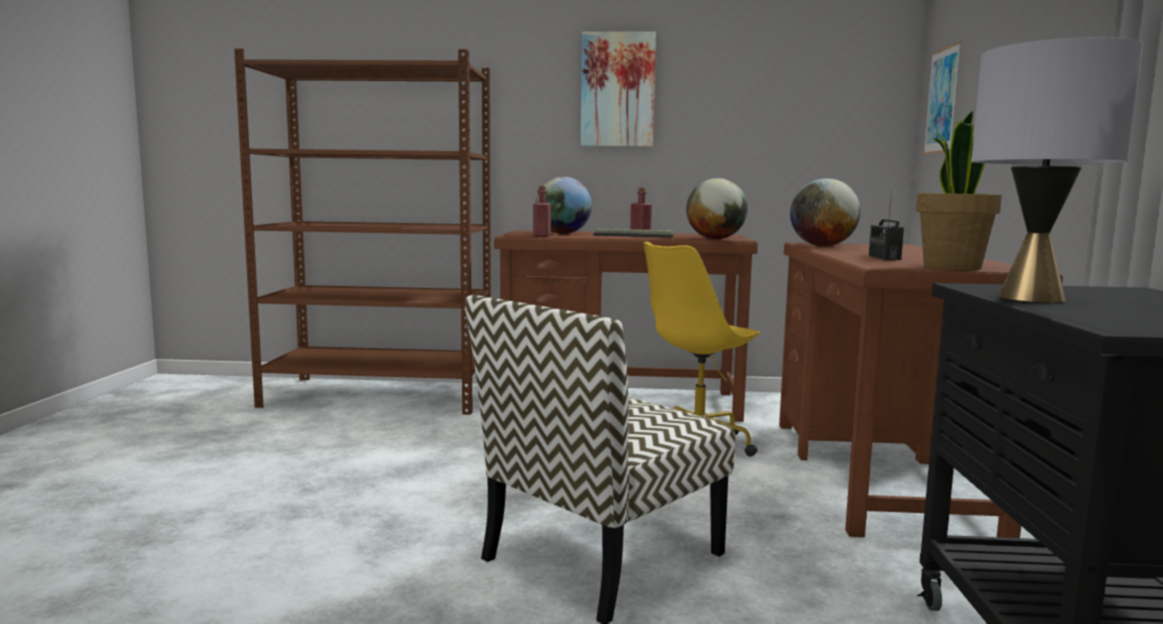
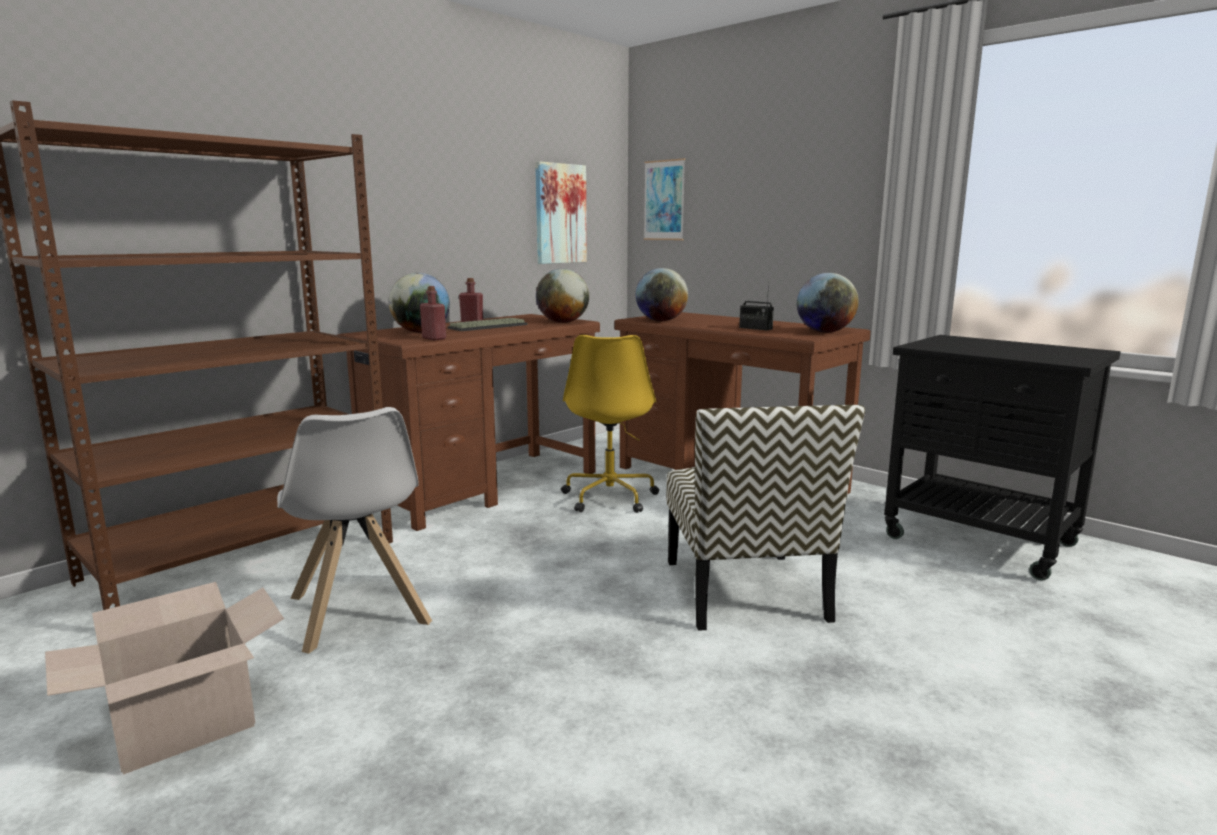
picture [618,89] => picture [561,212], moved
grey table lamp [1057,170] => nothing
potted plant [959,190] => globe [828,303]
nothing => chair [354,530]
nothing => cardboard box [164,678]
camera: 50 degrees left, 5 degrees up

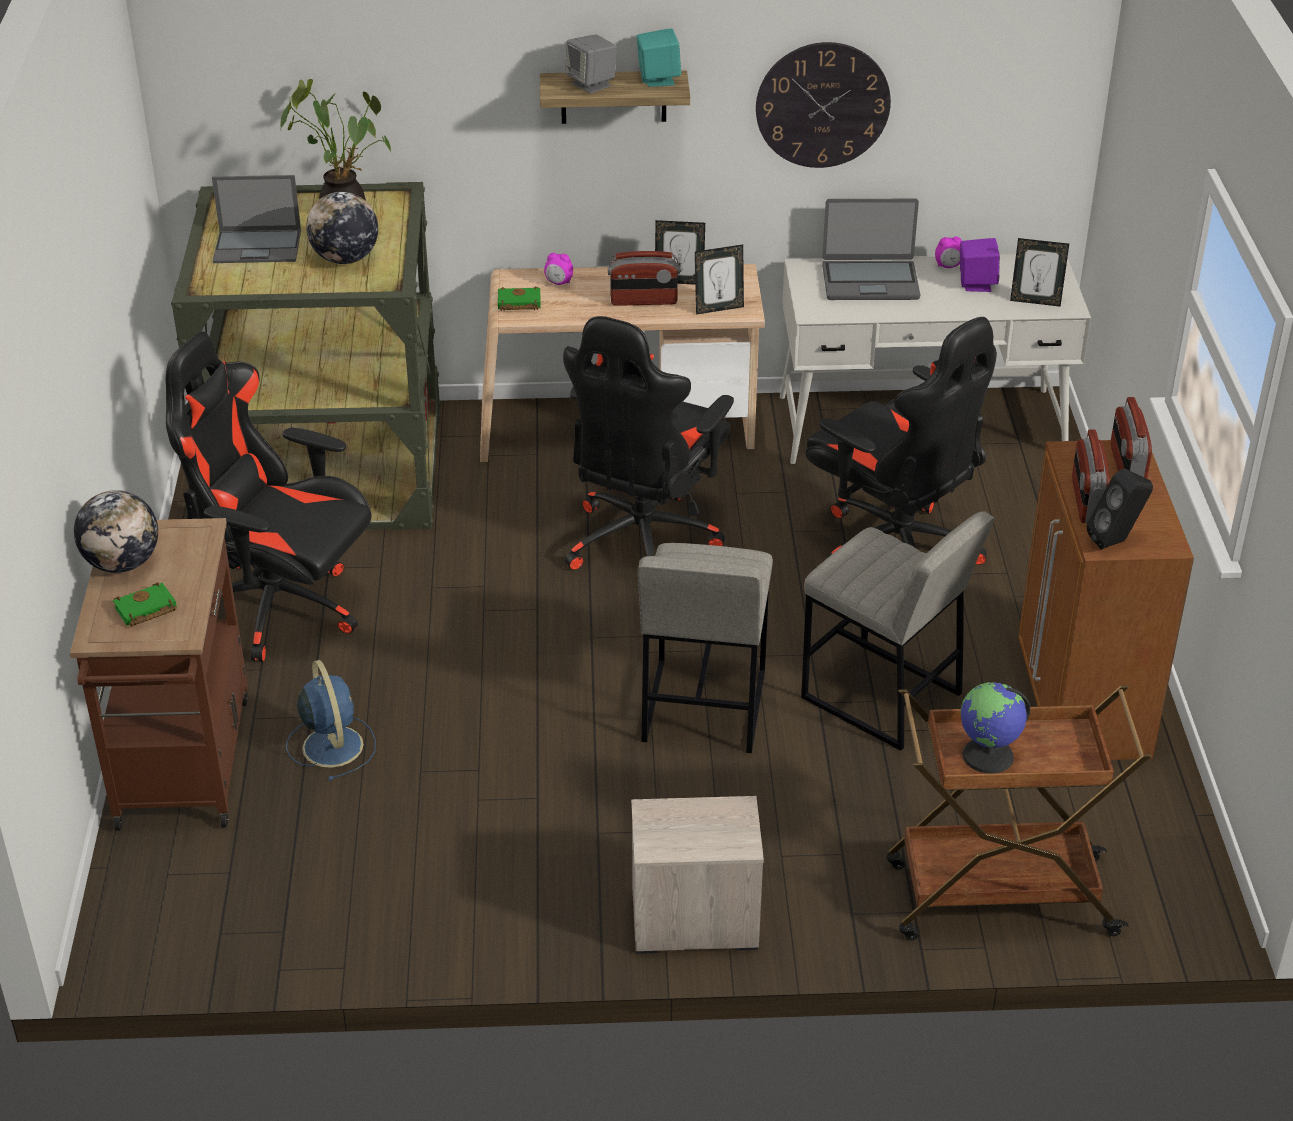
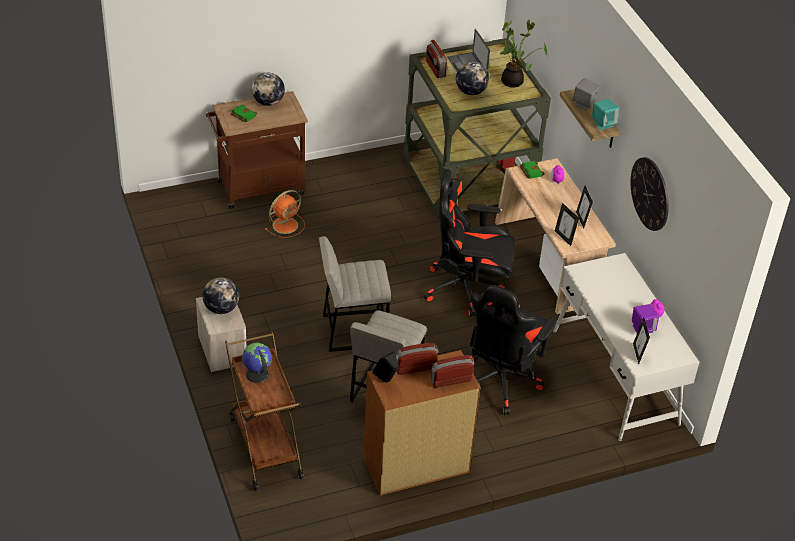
laptop [871,249] => nothing
radio [644,278] => radio [436,59], moved
black office chair [269,497] => nothing
blue fan [331,720] => orange fan [285,214]
nothing => globe [220,295]
camera: 70 degrees right, 5 degrees up

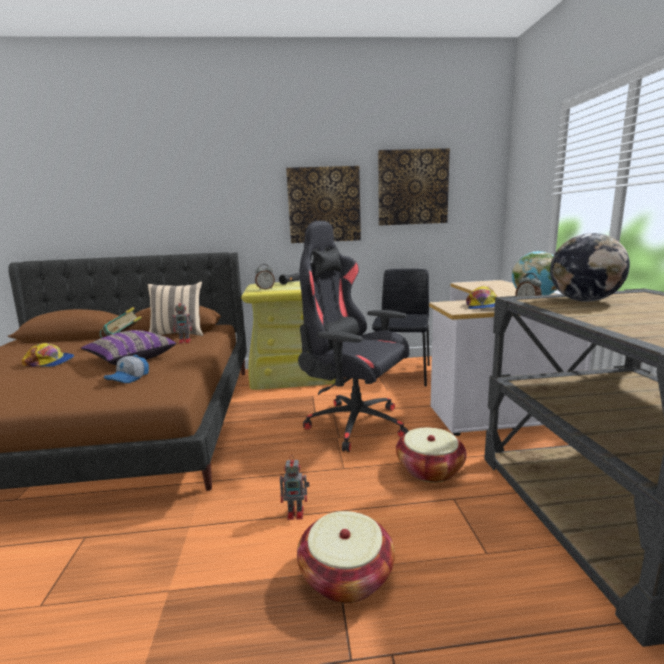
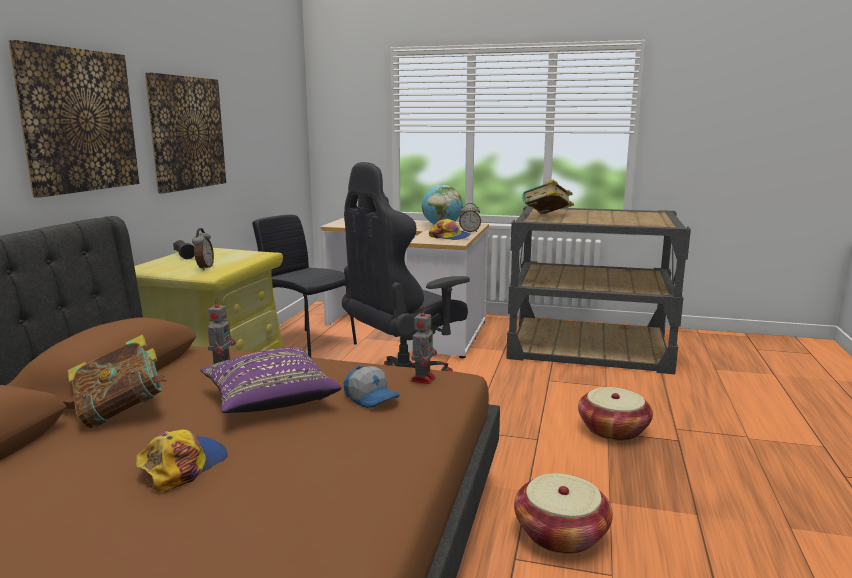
picture [414,187] => picture [73,118], moved
globe [590,267] => book [548,197]
beige pillow [175,309] => nothing
basket [431,455] => basket [563,513], moved
toy robot [295,487] => toy robot [423,345], moved
camera: 70 degrees left, 0 degrees up

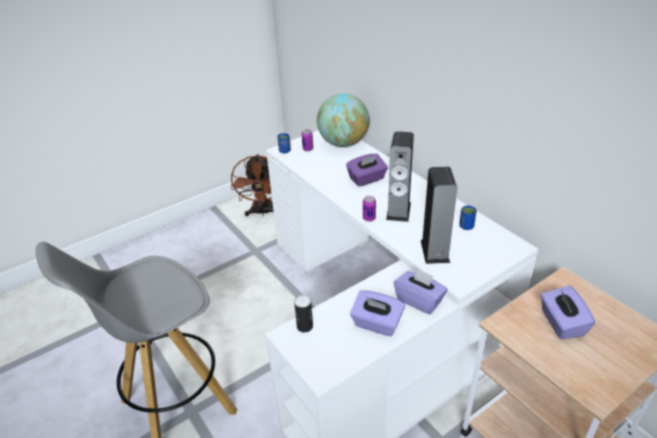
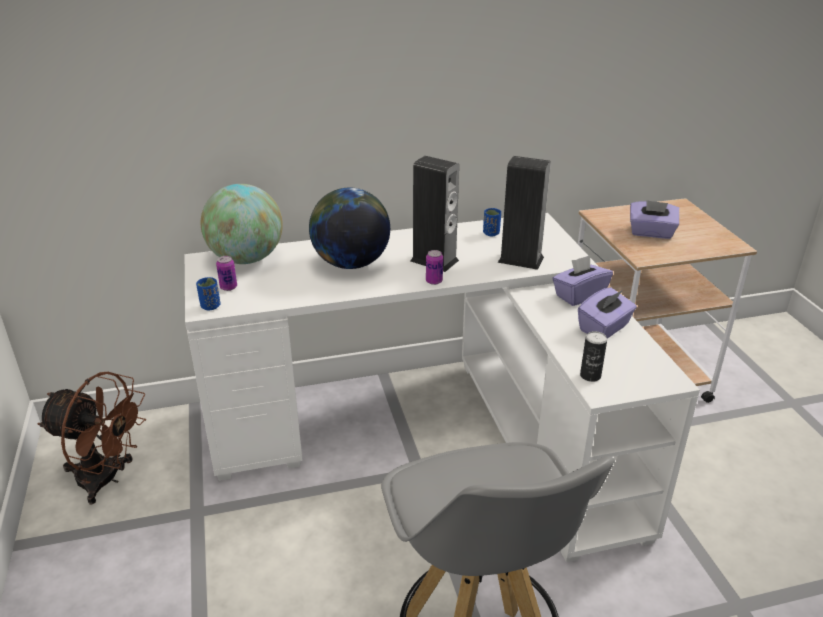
purple tissue box [367,170] => globe [349,228]
camera: 70 degrees left, 5 degrees down

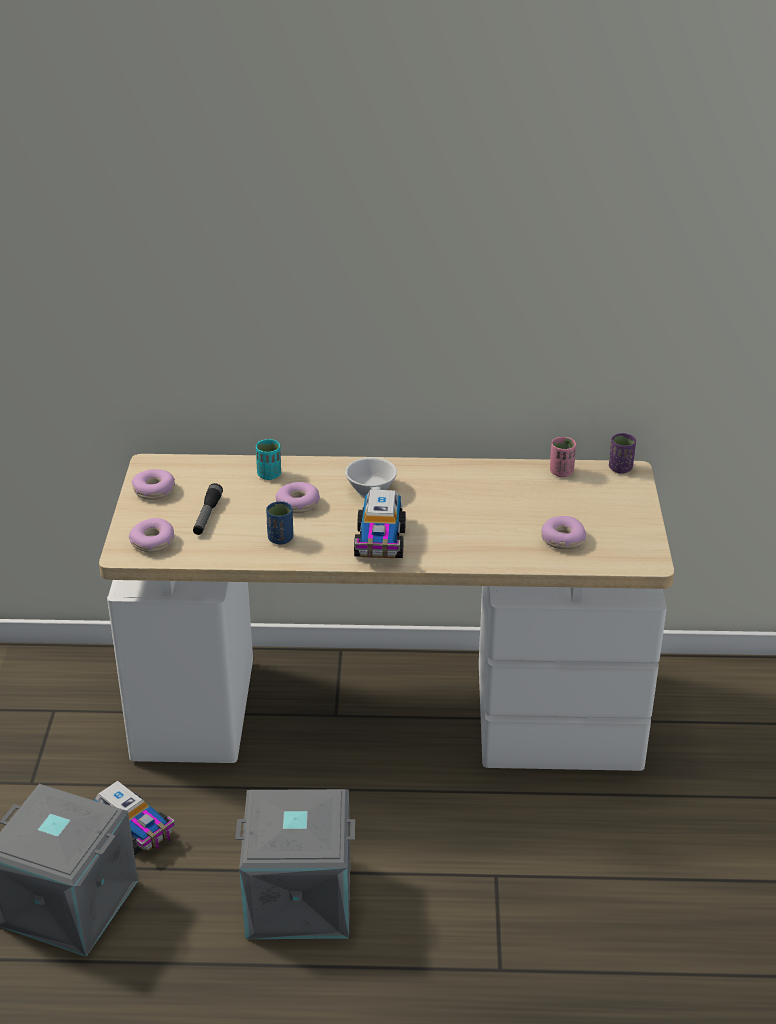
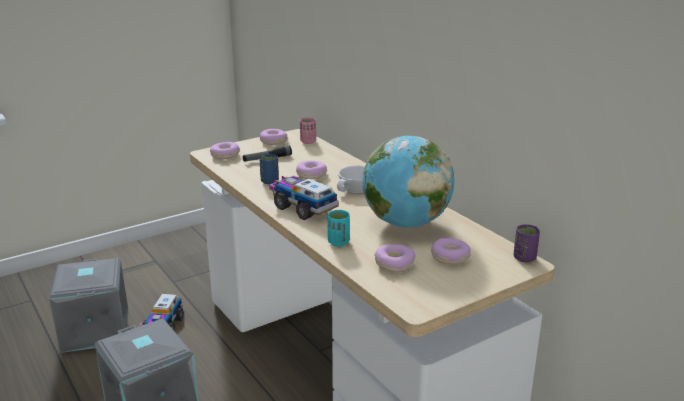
pink cup [563,457] => pink cup [308,131], moved
turquoise cup [268,459] => turquoise cup [339,228], moved
toy truck [380,525] => toy truck [304,197], 75 degrees clockwise
nothing => globe [408,181]
nothing => donut [451,251]
camera: 55 degrees right, 10 degrees down

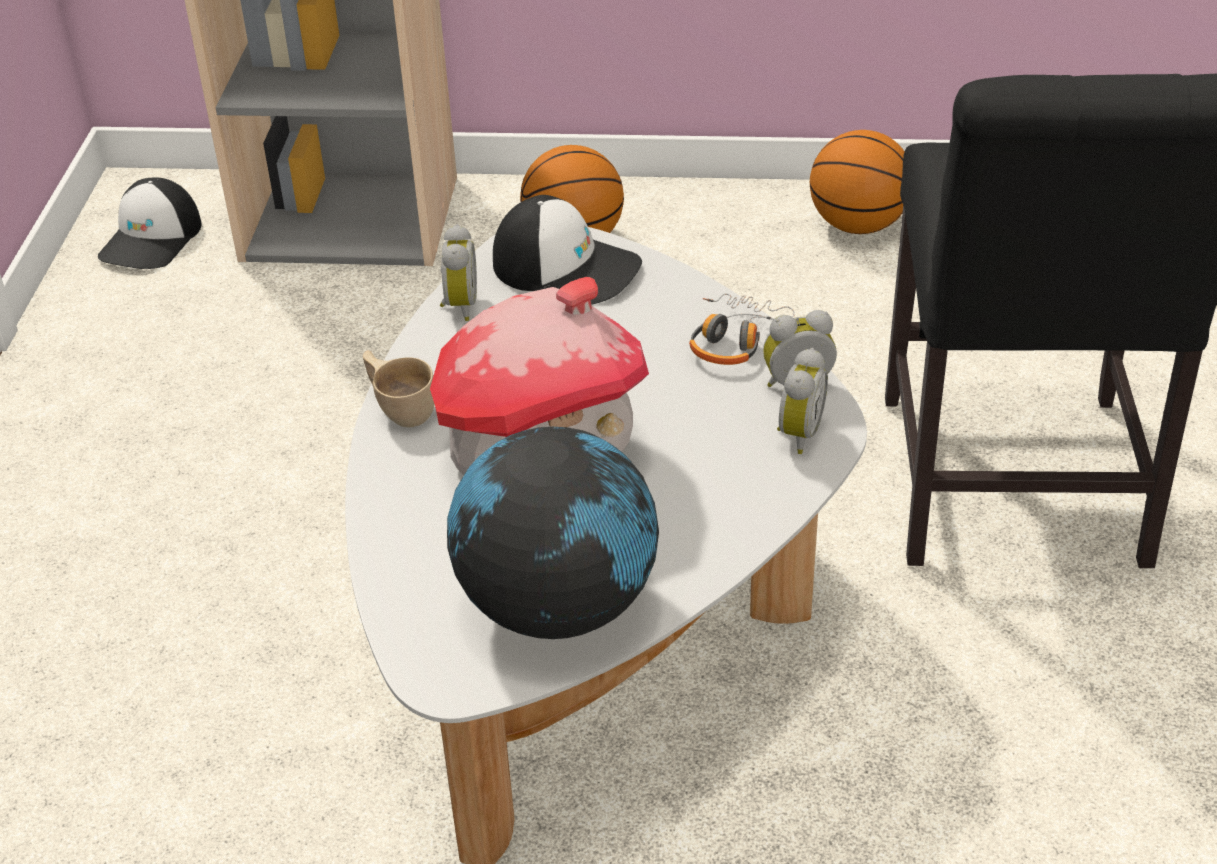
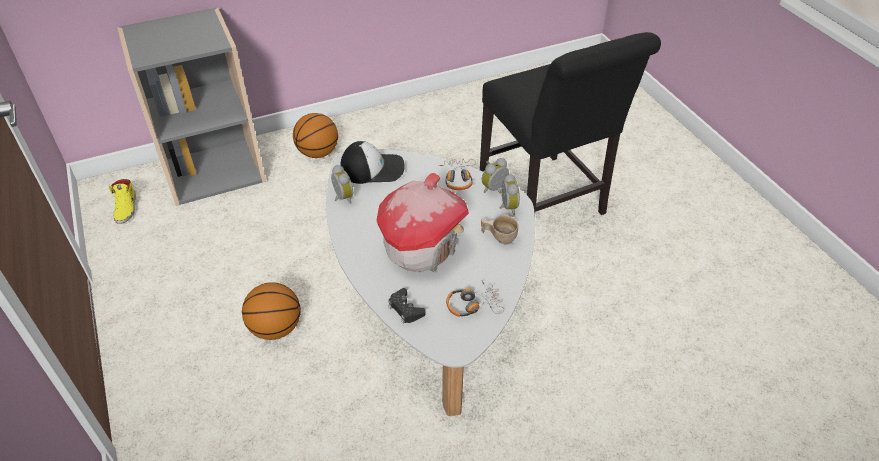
basketball [857,182] => basketball [271,311], moved
cap [149,223] => yellow shoe [122,201]
beige cup [399,389] => beige cup [499,229], moved
globe [553,533] => headphones [475,298]
nothing => black game controller [407,306]
camera: 30 degrees left, 5 degrees up

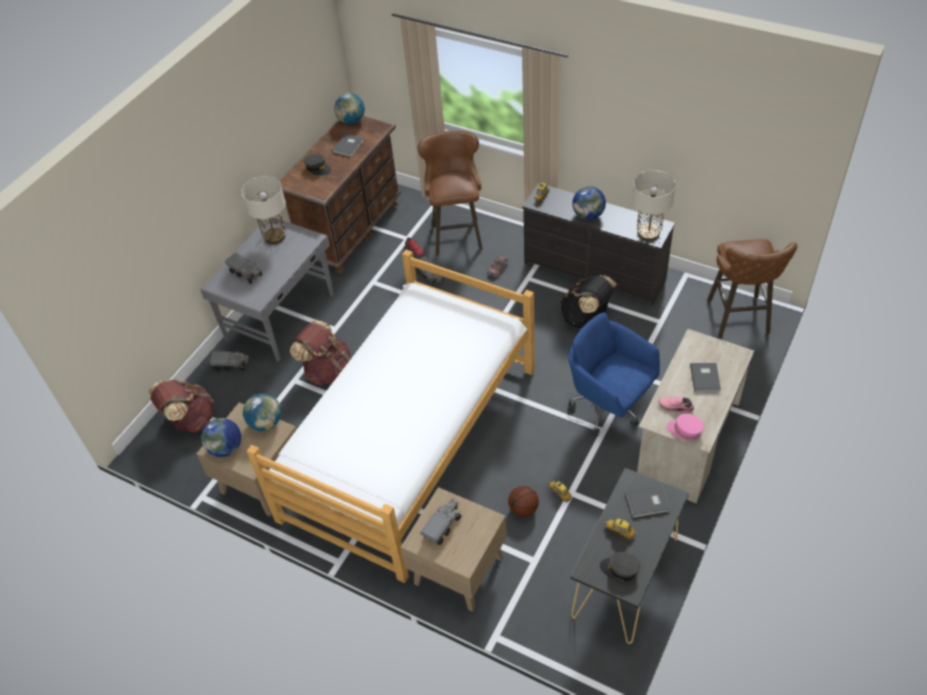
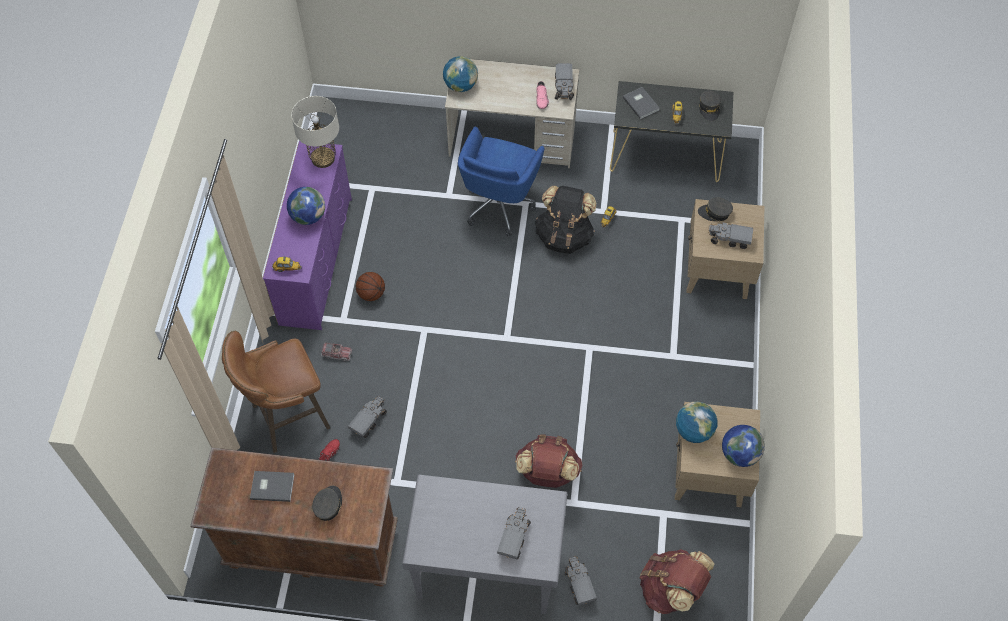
globe [349,109] => globe [460,74], moved
table lamp [263,210] => nothing
black dresser [598,244] => purple dresser [307,235]
brown stool [752,288] => nothing
bed [391,416] => nothing
black backpack [588,301] => black backpack [565,220], moved
grey book [705,377] => nothing
pink cap [685,427] => toy truck [564,81]
basketball [523,501] => basketball [370,286], moved
nothing => grey cap [715,209]
camera: 115 degrees left, 10 degrees up

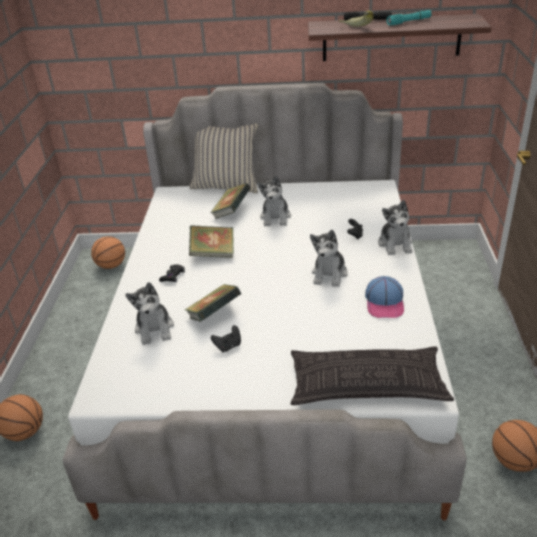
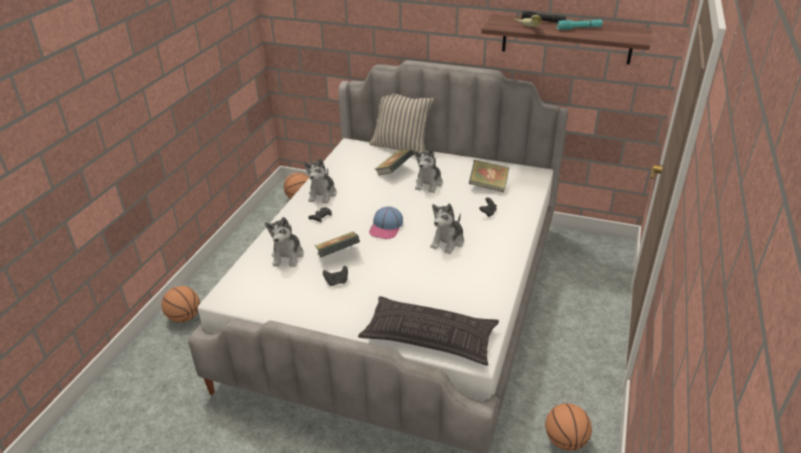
plush toy [395,227] => plush toy [320,181], moved
book [211,241] => book [489,176], moved
cap [384,297] => cap [386,223], moved
camera: 15 degrees right, 0 degrees up

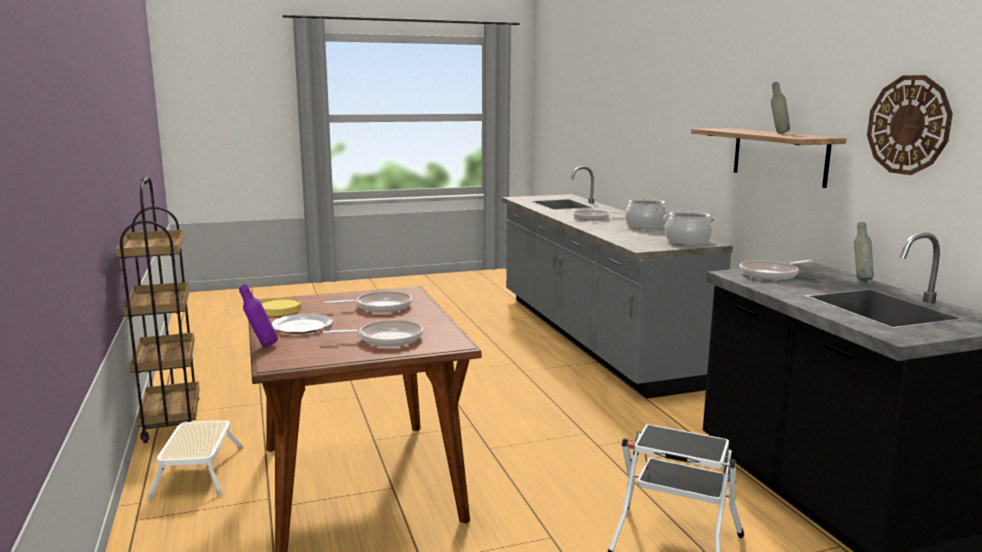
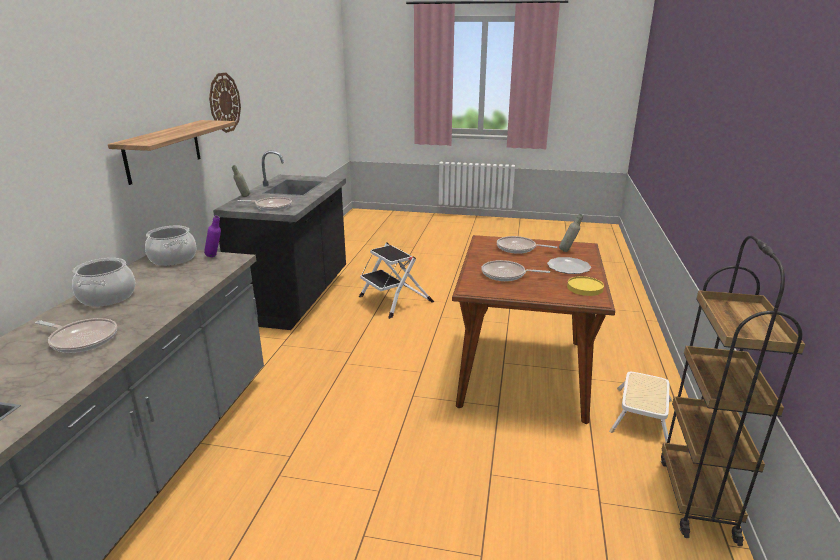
grey bottle [780,107] => grey bottle [571,233], moved
purple bottle [258,315] => purple bottle [212,236], moved
camera: 150 degrees left, 10 degrees up

